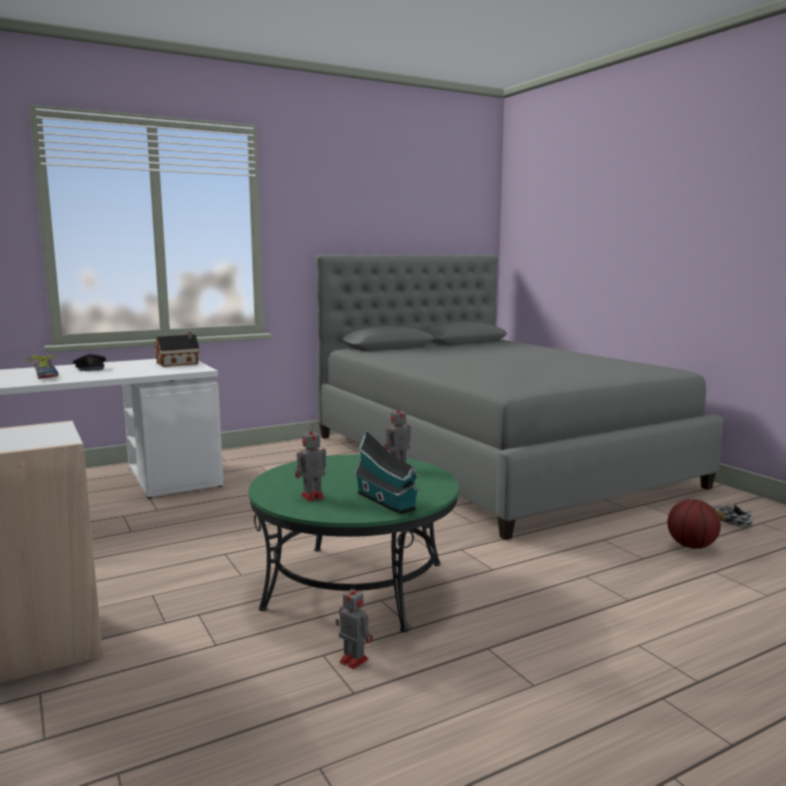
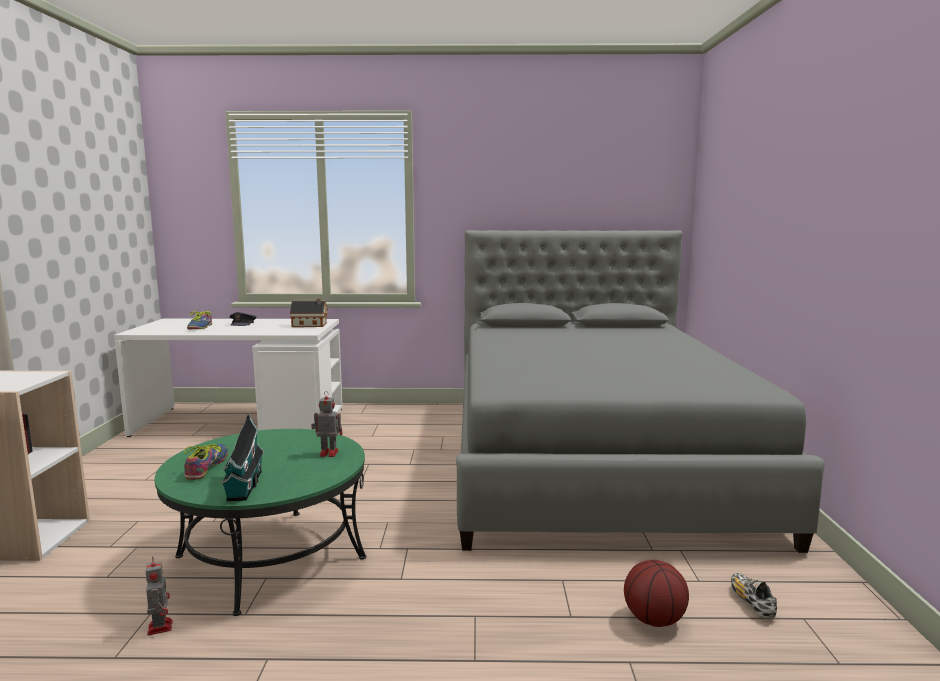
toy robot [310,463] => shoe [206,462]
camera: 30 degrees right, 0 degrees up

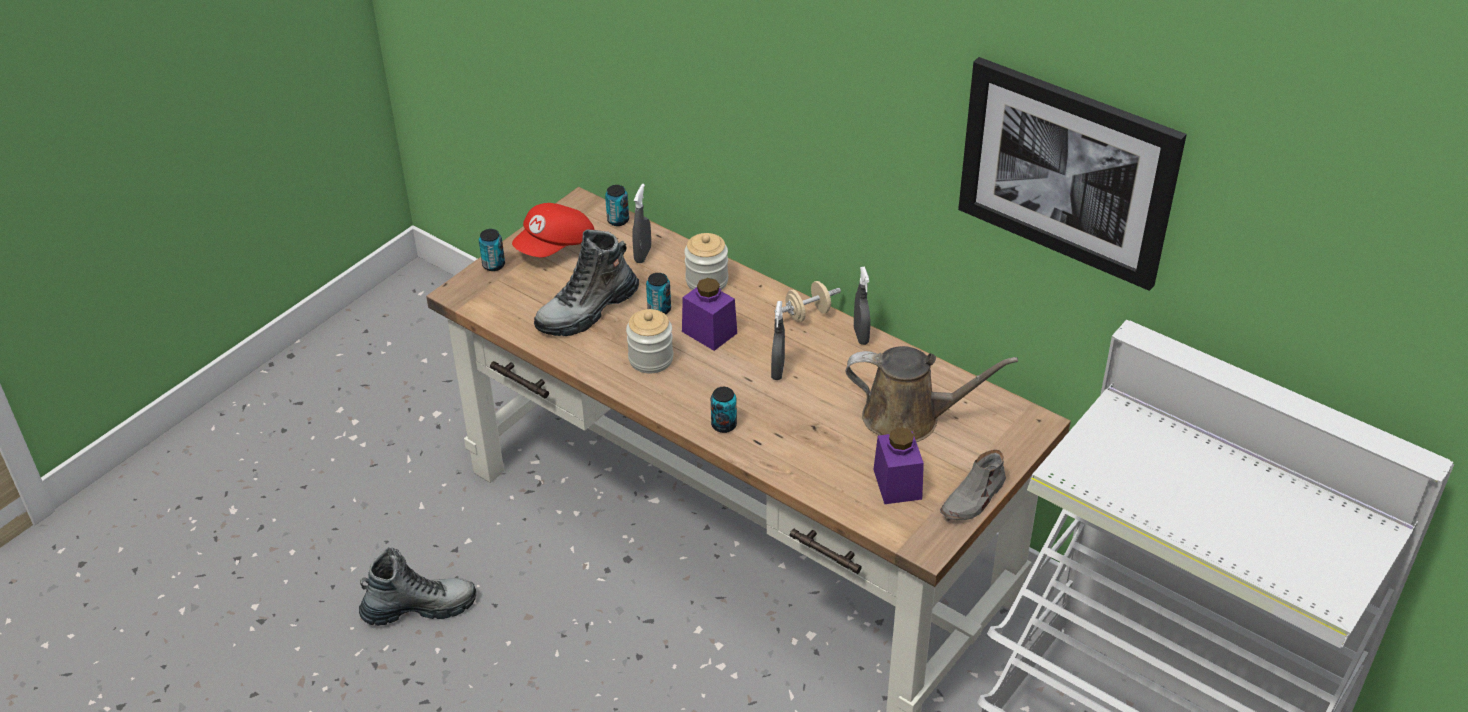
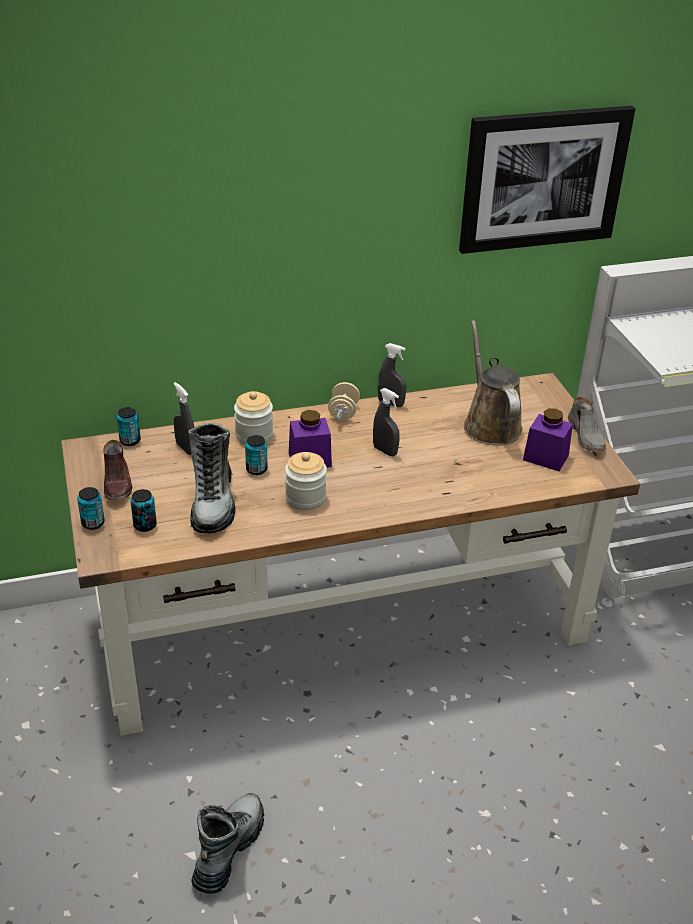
red cap [553,230] => brown shoe [117,470]
brown watering can [932,394] => brown watering can [493,383], 60 degrees counterclockwise
can [724,410] => can [143,510], moved
camera: 55 degrees left, 5 degrees down

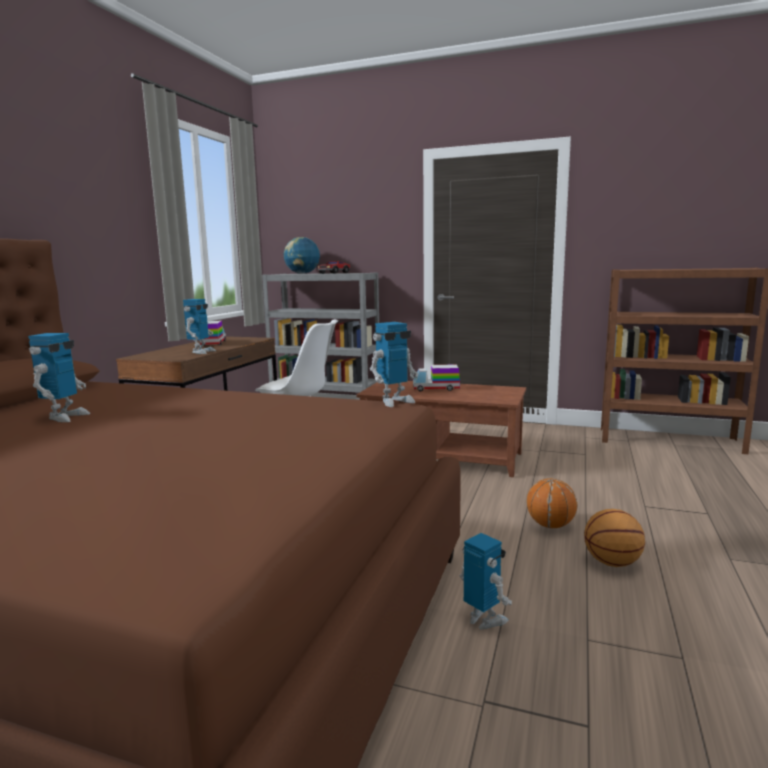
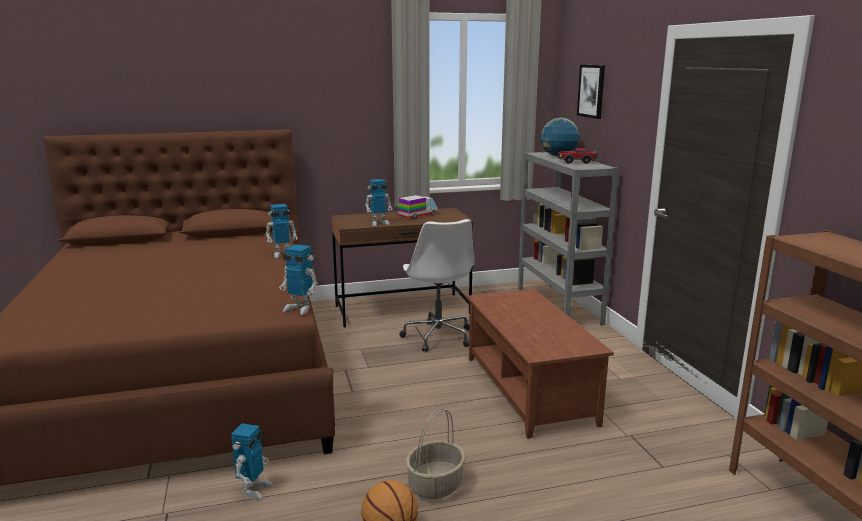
toy robot [59,377] => toy robot [281,231], moved
toy truck [436,377] => nothing
basketball [552,503] => basket [435,453]
nothing => picture [591,92]
camera: 55 degrees right, 5 degrees up

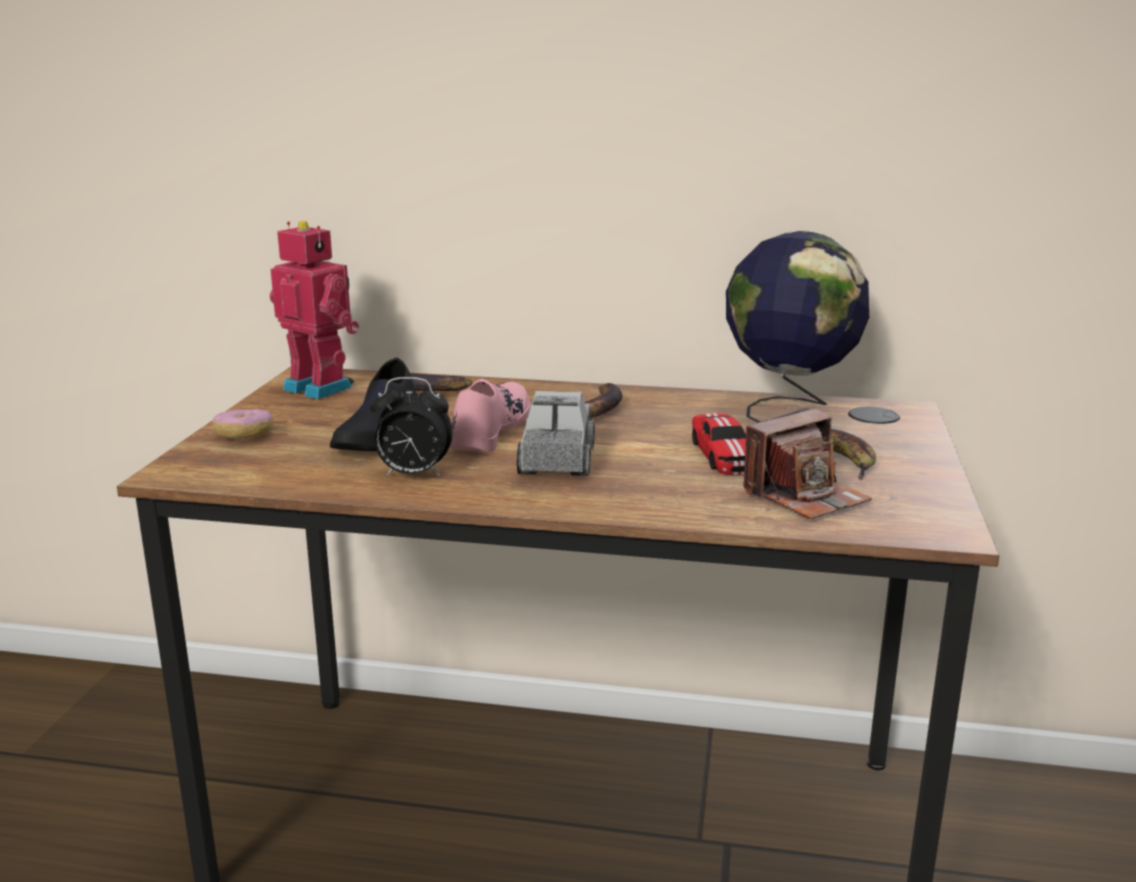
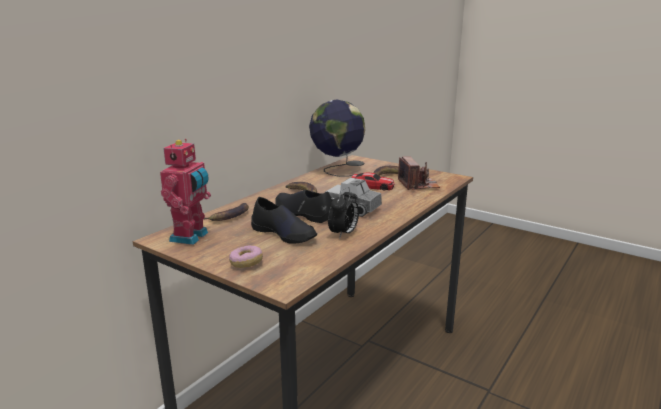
toy robot [314,310] => toy robot [185,192], 135 degrees clockwise
pink shoe [490,415] => black shoe [303,206]
camera: 65 degrees left, 0 degrees up

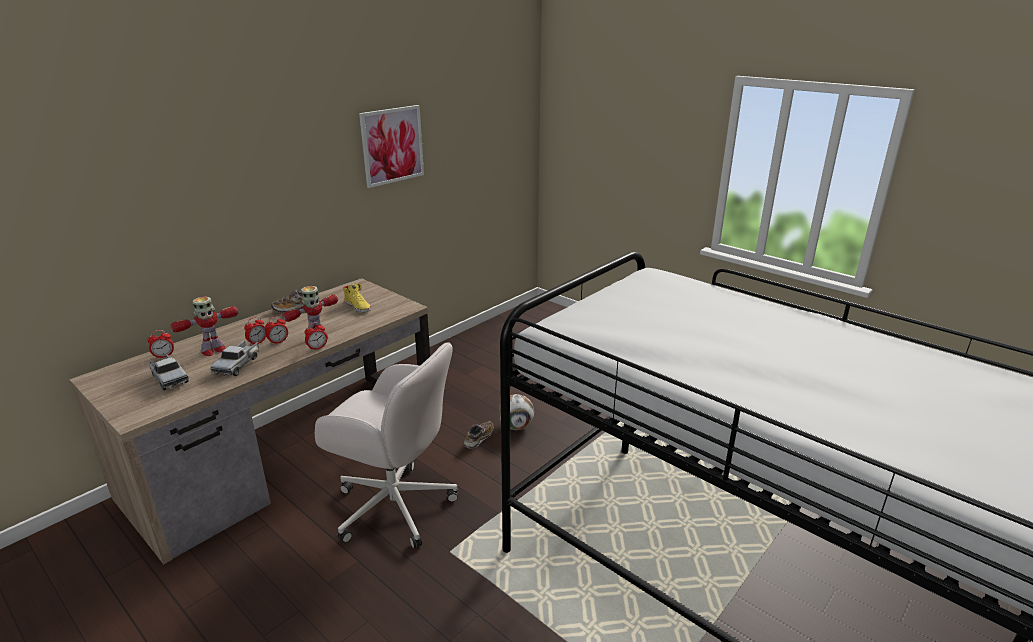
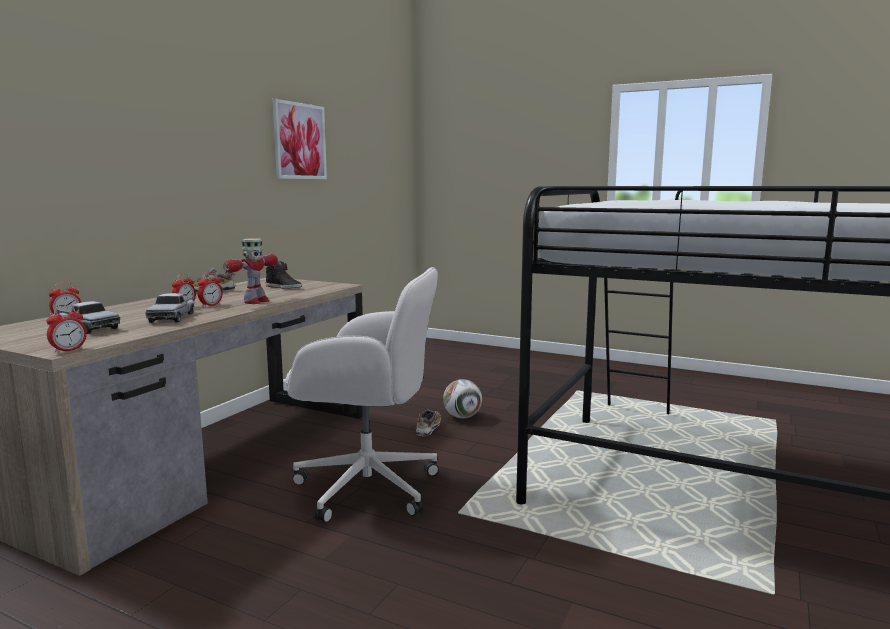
yellow shoe [357,298] => black shoe [284,275]
toy robot [204,326] => nothing
alarm clock [315,336] => alarm clock [66,329], moved
camera: 15 degrees left, 15 degrees down

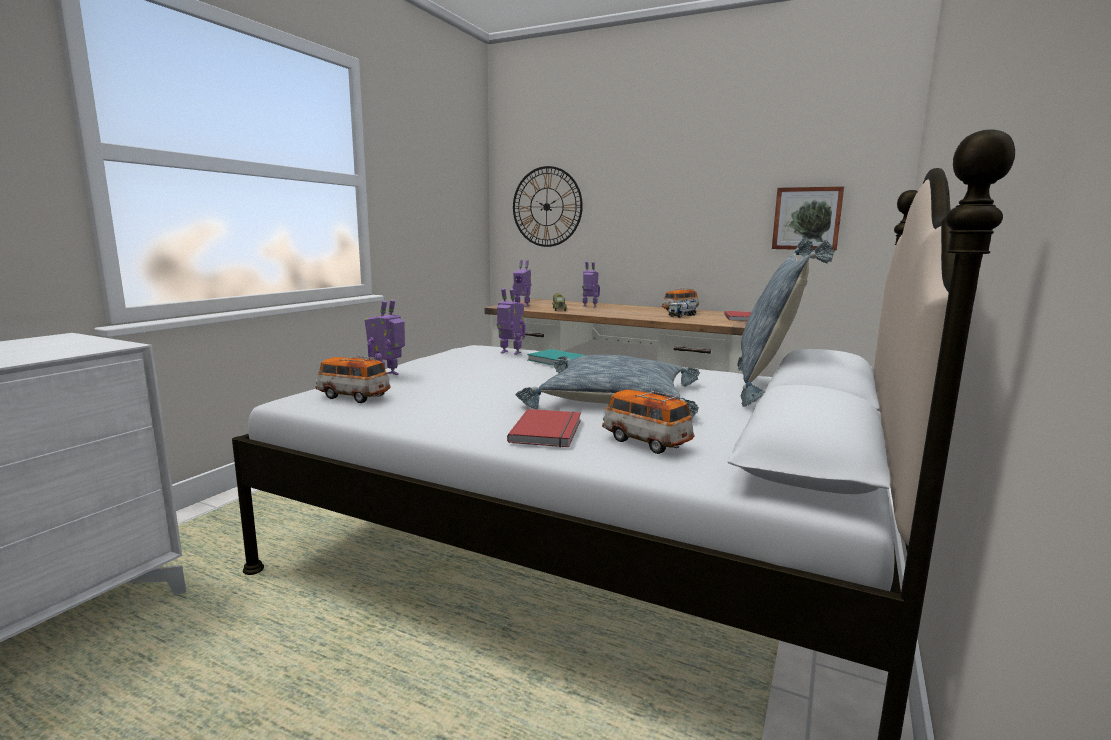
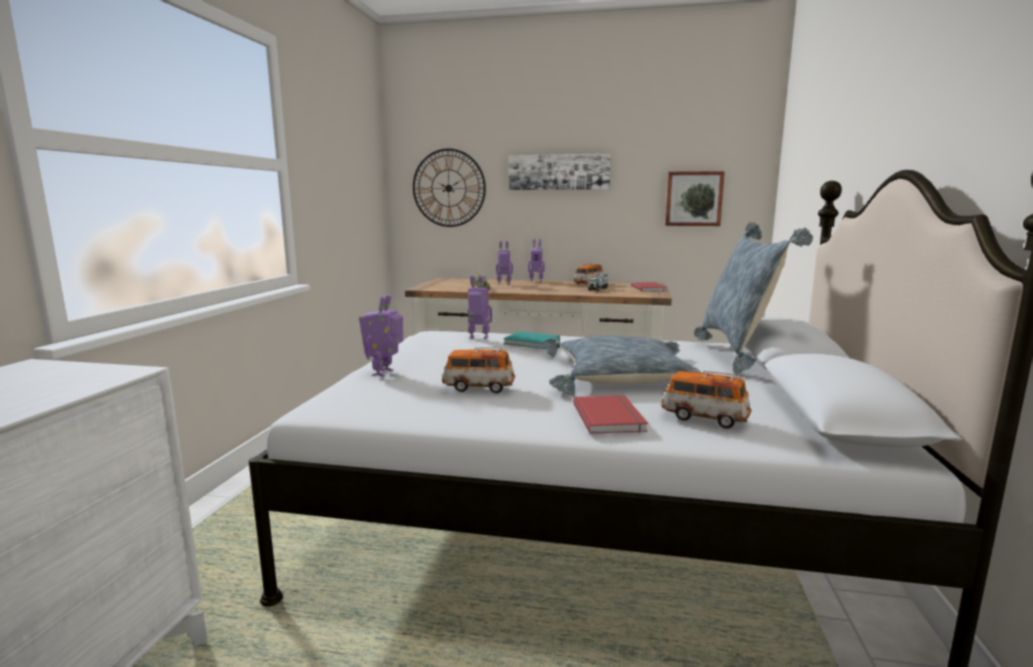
toy robot [522,283] => toy robot [536,260], moved
toy car [353,379] => toy car [478,370], moved
nothing => picture [560,172]
camera: 15 degrees left, 0 degrees up

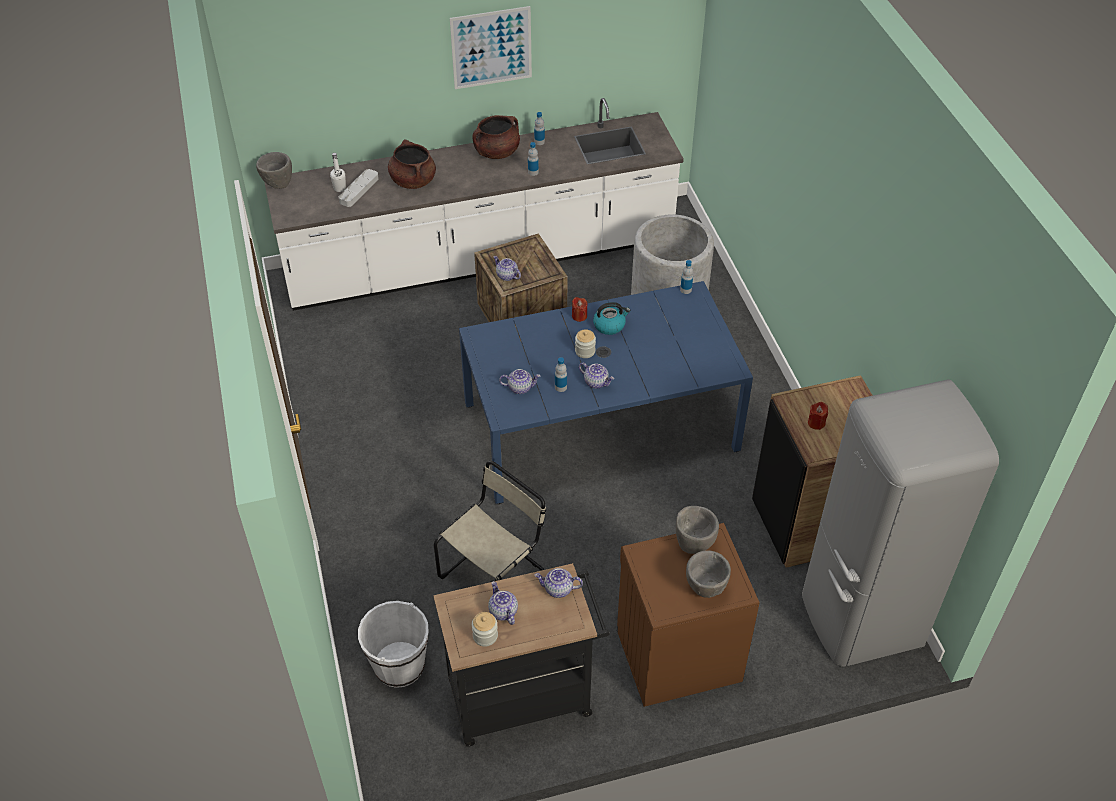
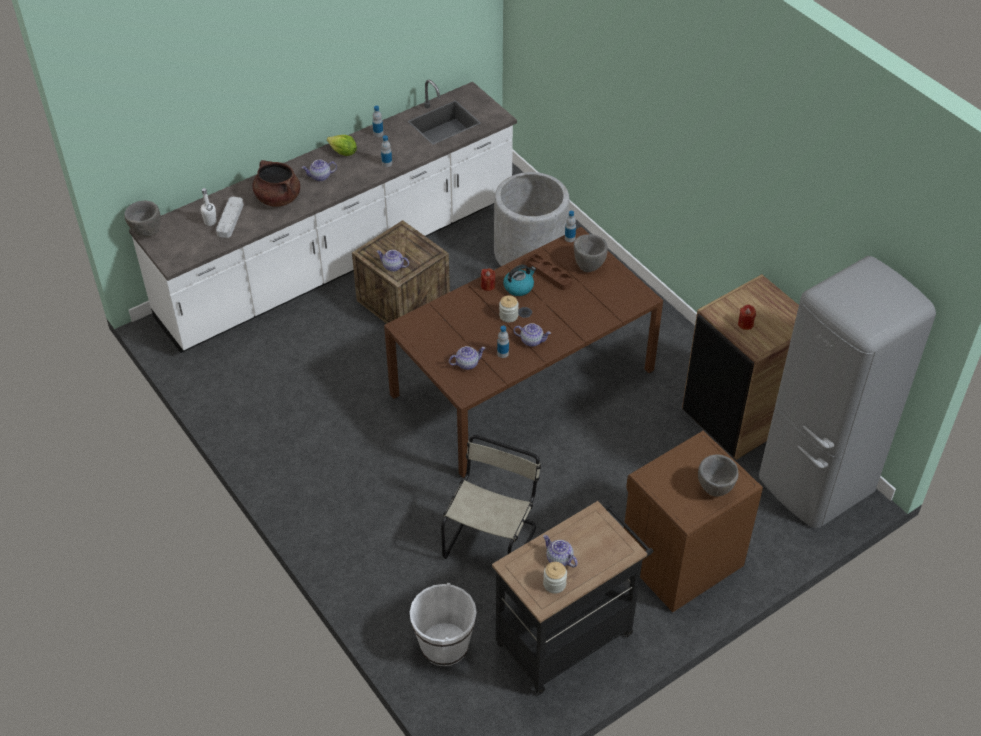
picture [491,47] => nothing
brown cooking pot [496,137] => lettuce [342,145]
blue dining table [606,392] => brown dining table [523,352]
grey bowl [697,530] => grey bowl [591,253], moved
teapot [558,583] => teapot [319,170], moved
nothing => brown tray [549,272]
camera: 20 degrees left, 0 degrees up

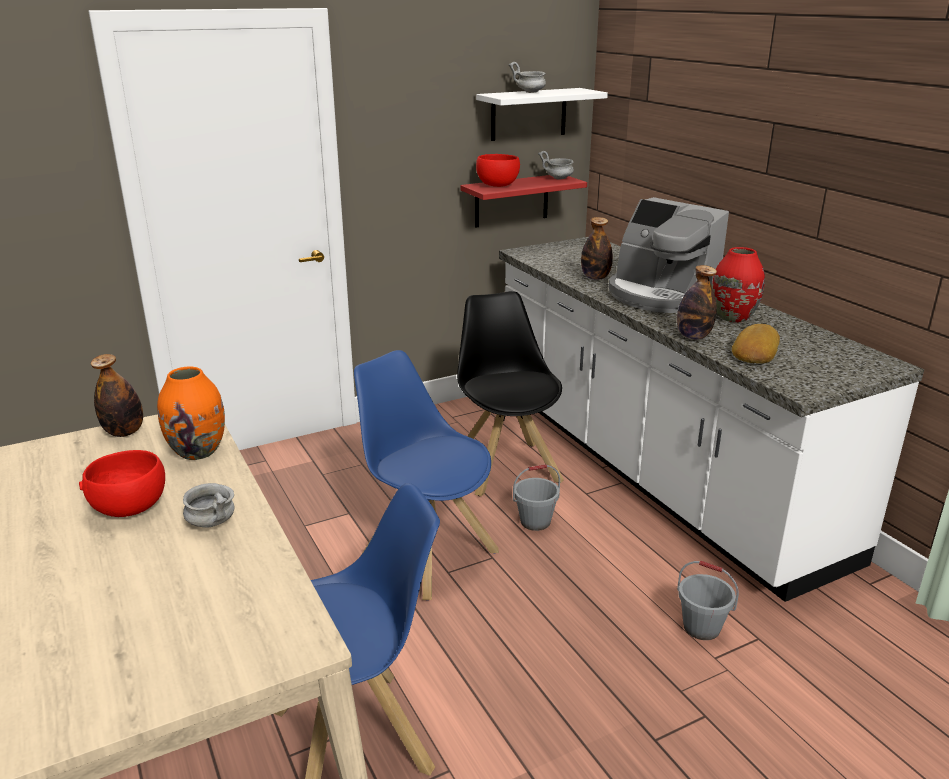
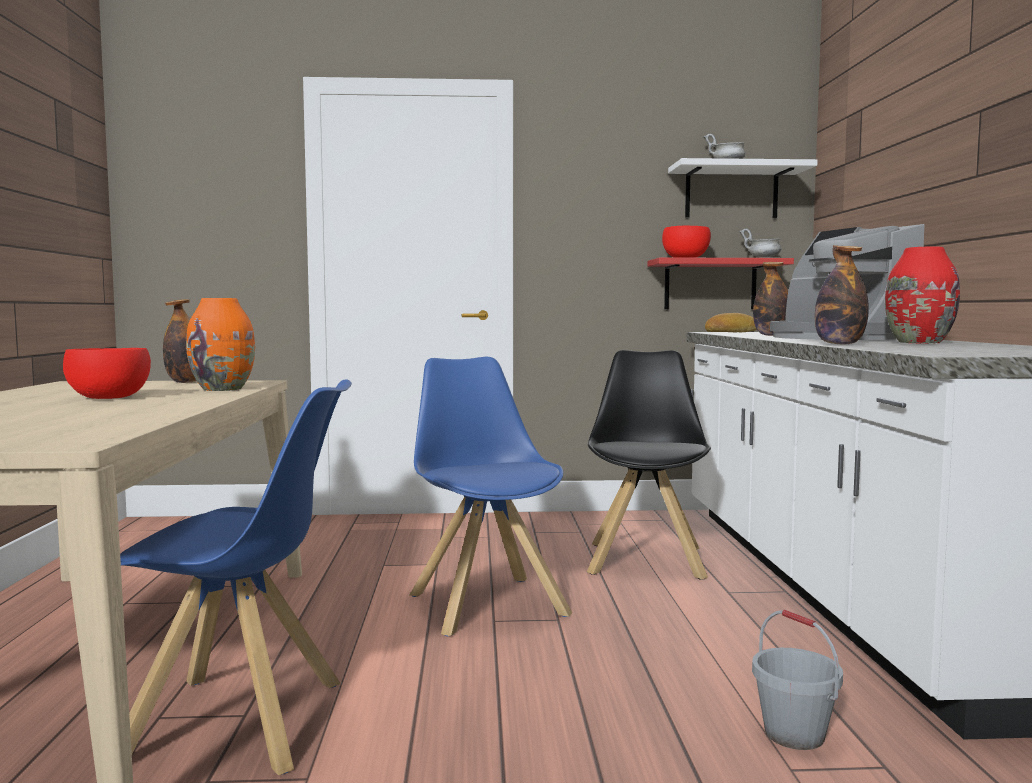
bread [756,344] => bread [731,322], moved
grey bucket [536,497] => nothing
grey bowl [208,505] => nothing
camera: 25 degrees right, 20 degrees down

